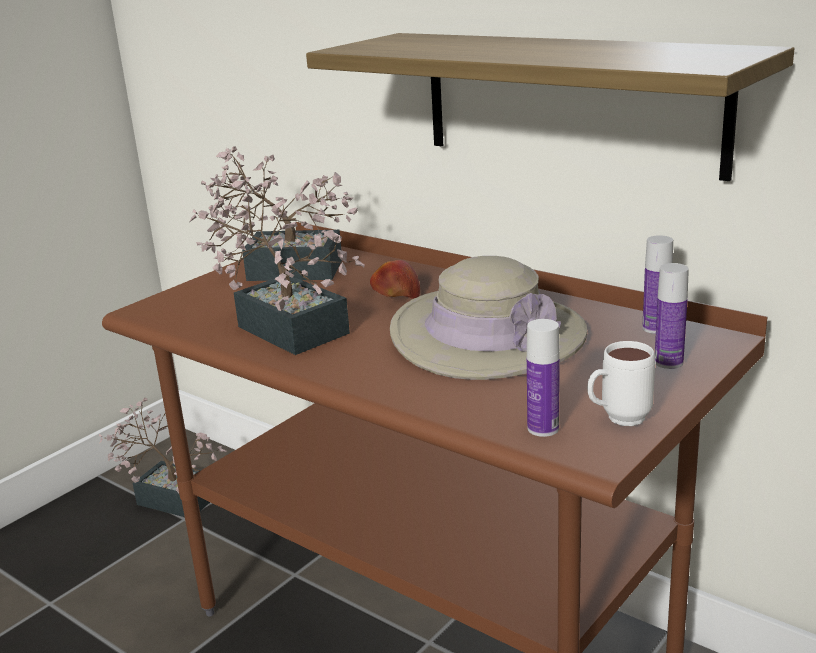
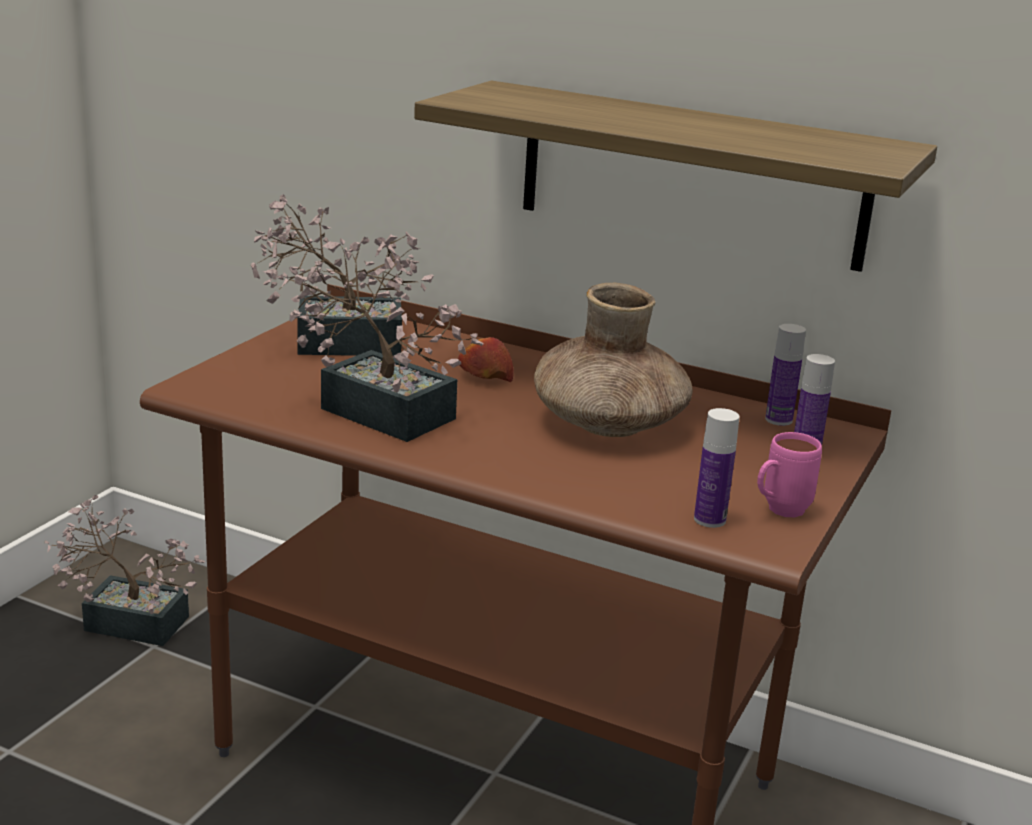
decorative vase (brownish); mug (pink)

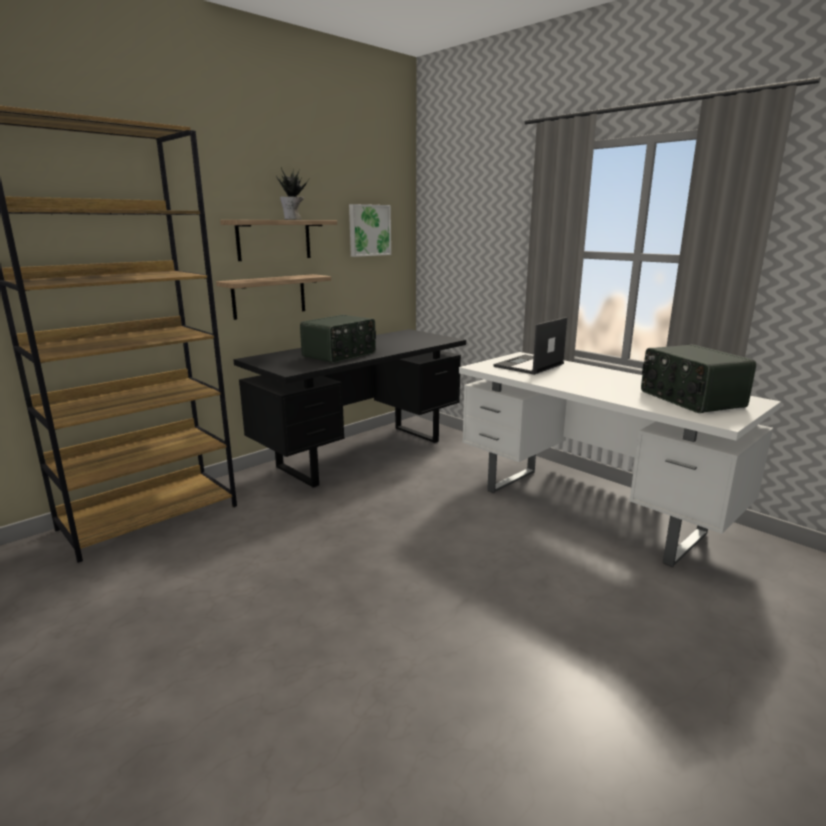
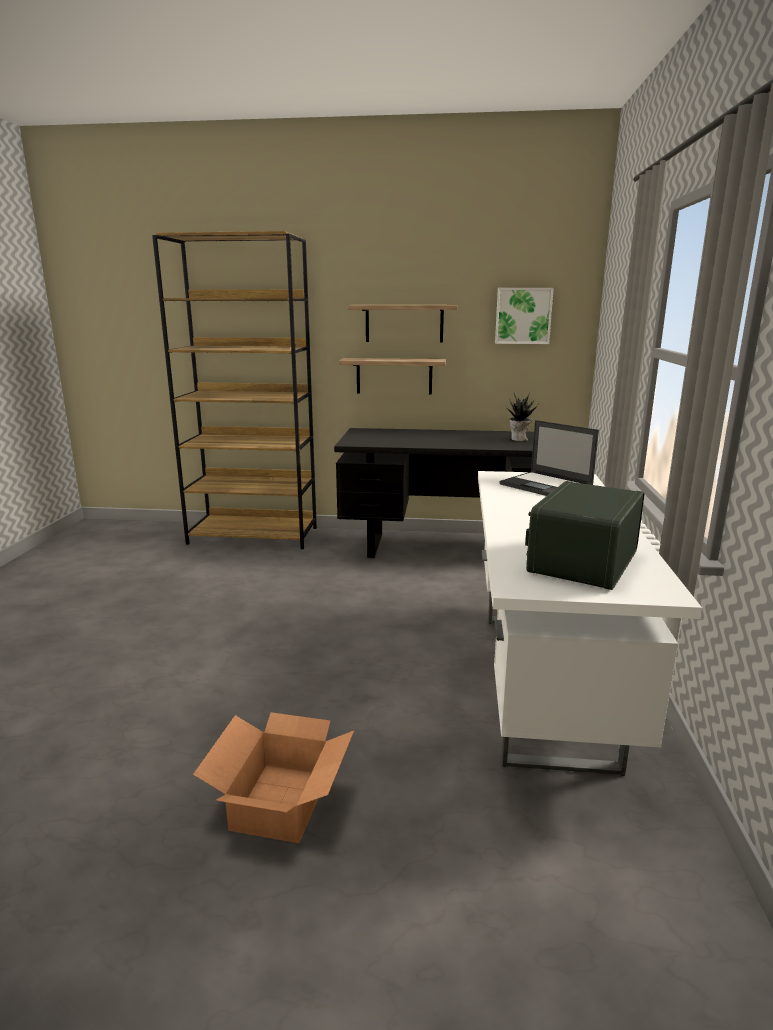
houseplant; radio receiver (1st from left in the first image); portable computer; cardboard box

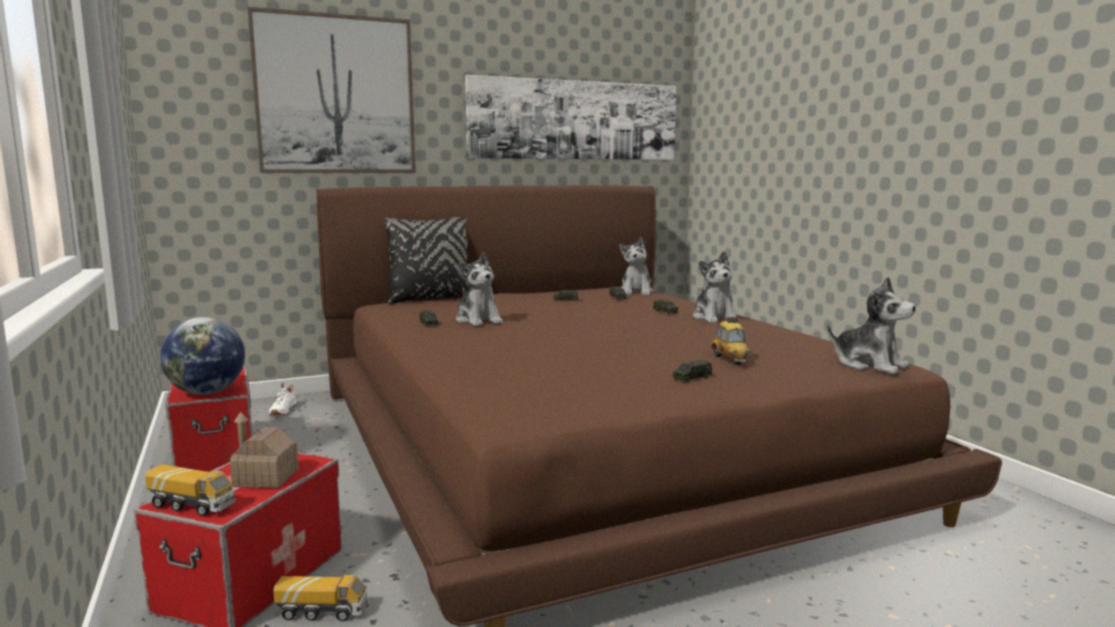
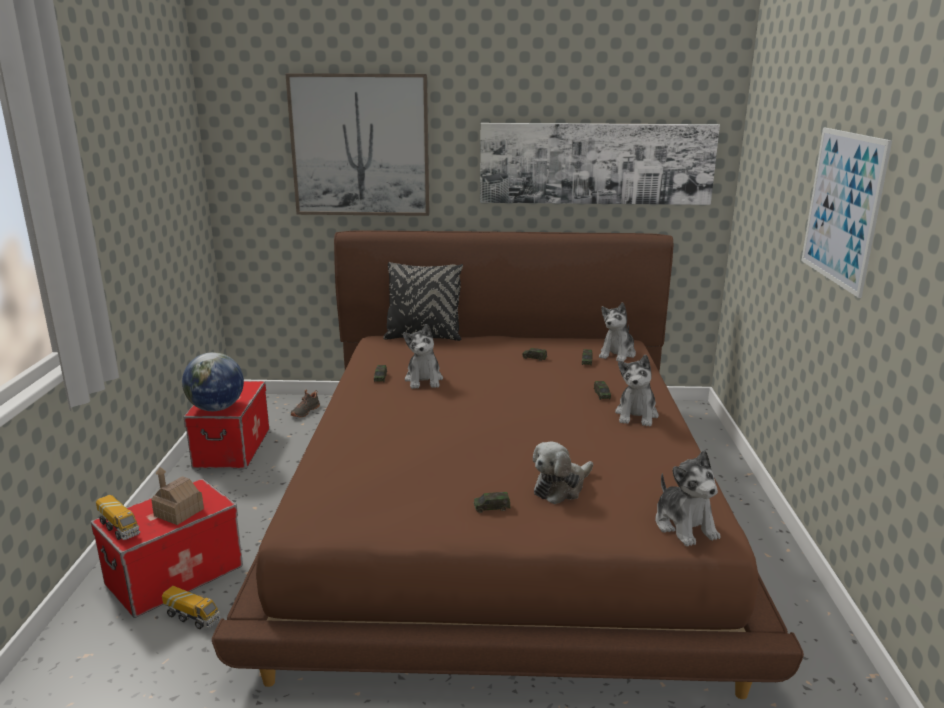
plush toy (2nd from left); item of footwear (blackish); wall art (3rd from left)

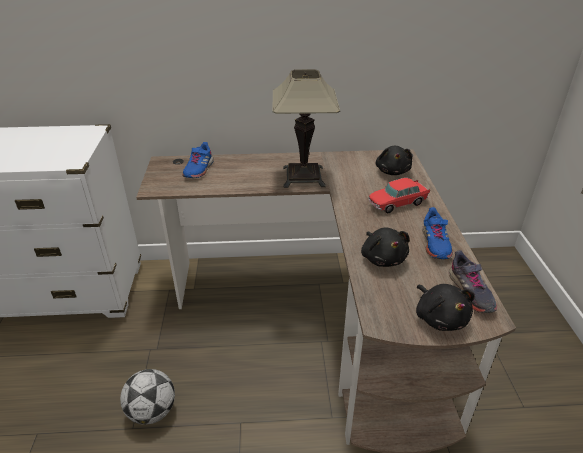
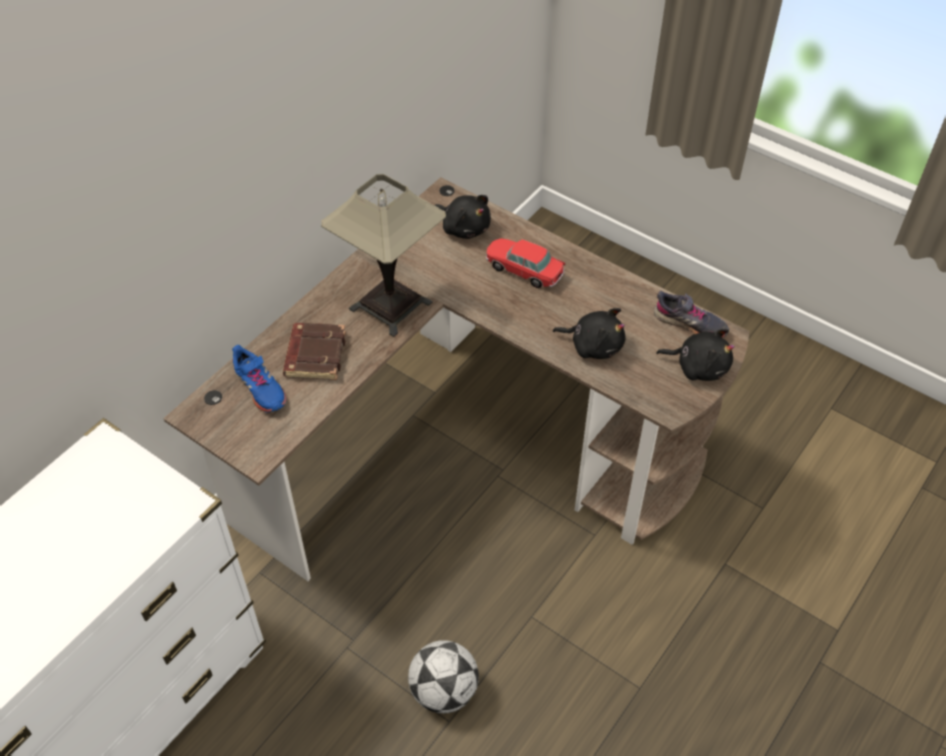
miniature car; item of footwear (bluish) (2nd from left in the first image); bound book (brownish)

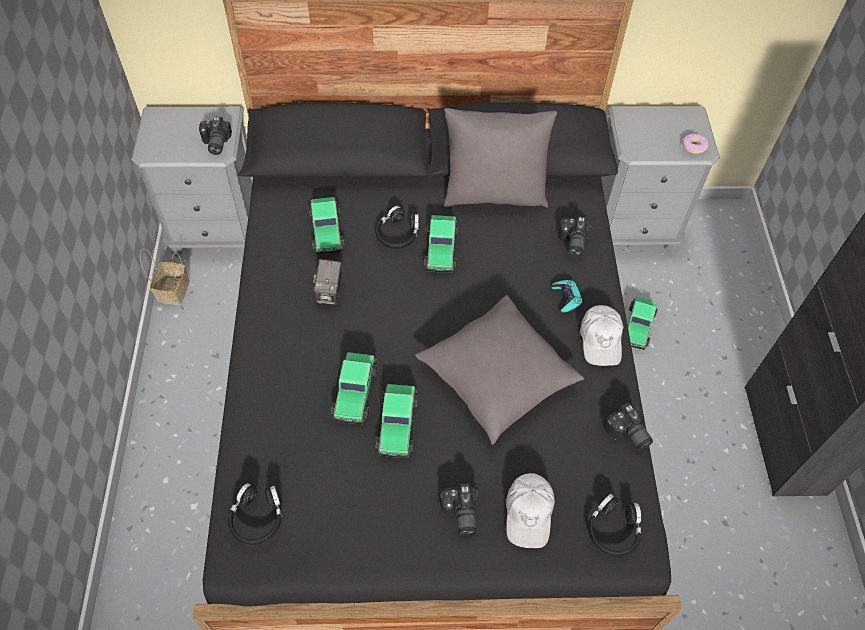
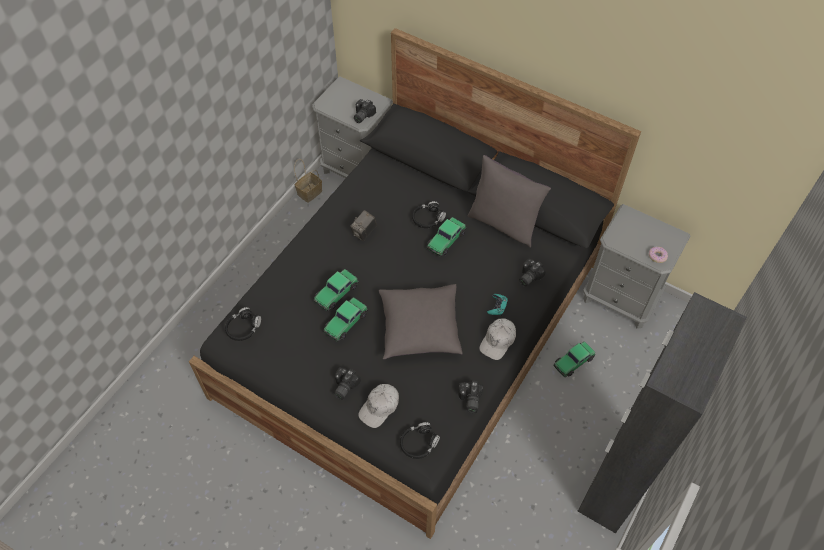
miniature car (1st from left in the first image)

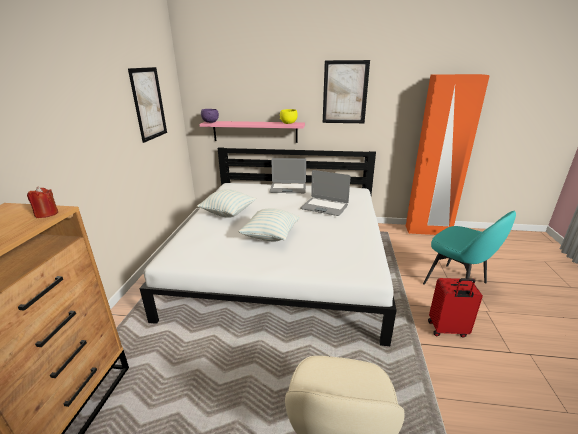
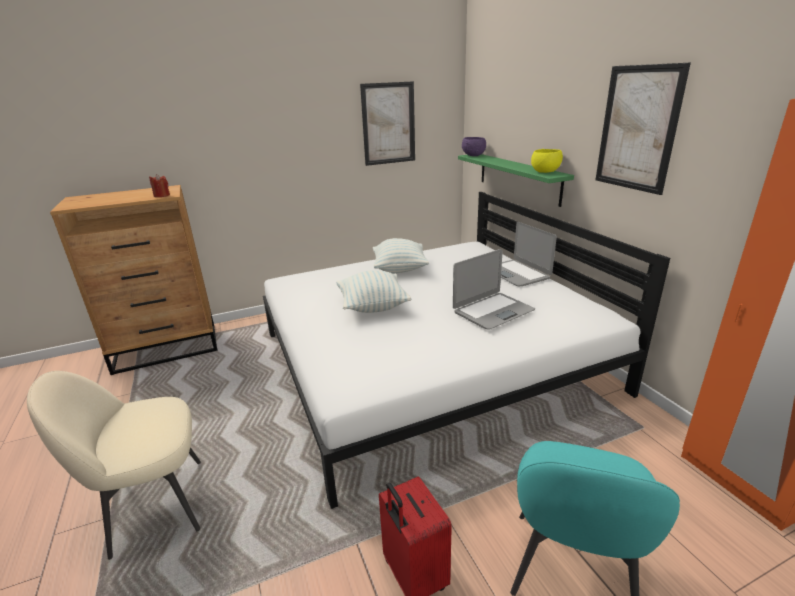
bracket shelf (green); portable computer (1st from left)

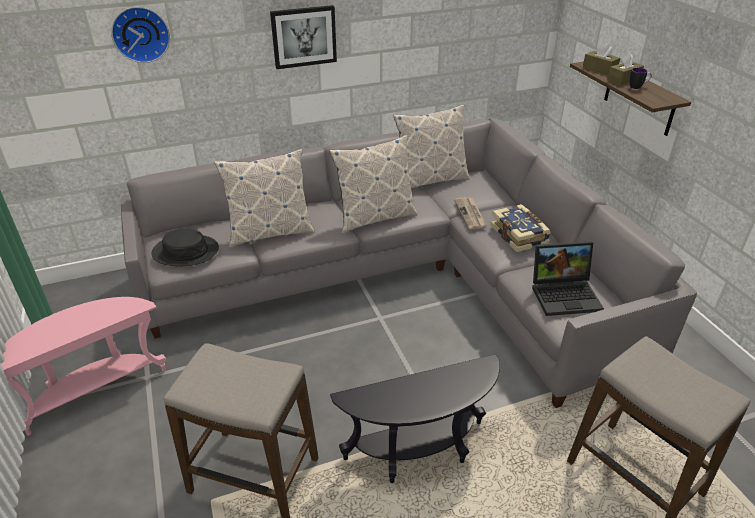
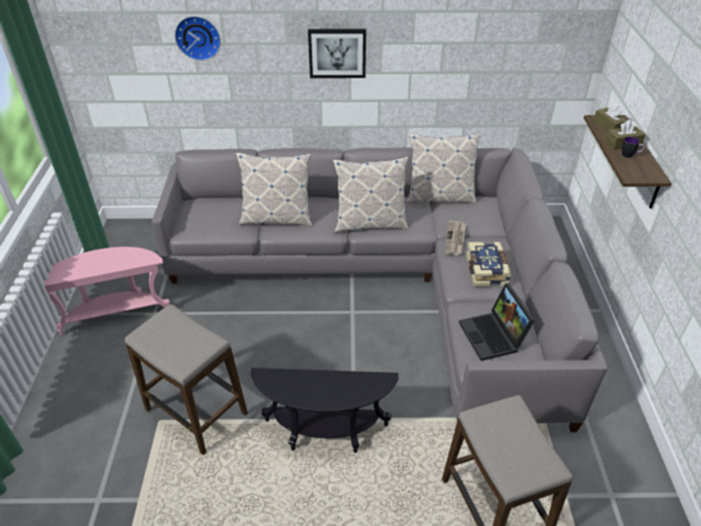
clothing hat (blackish); portable computer

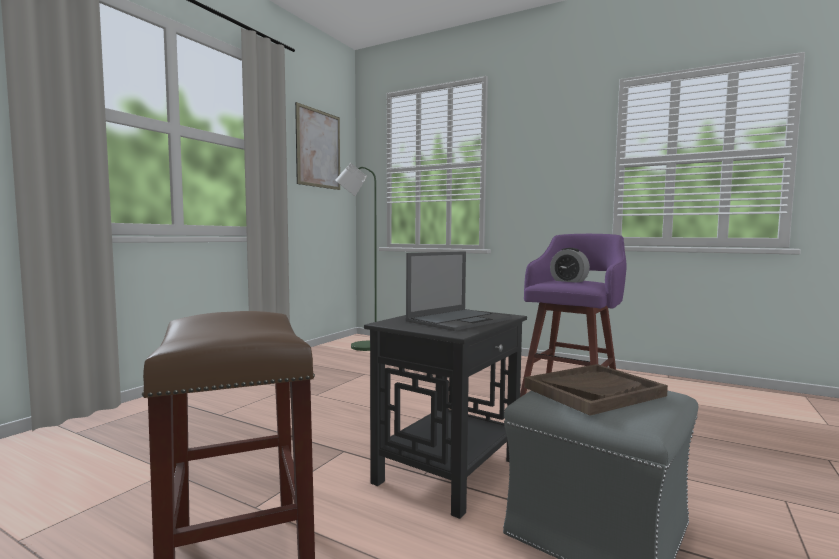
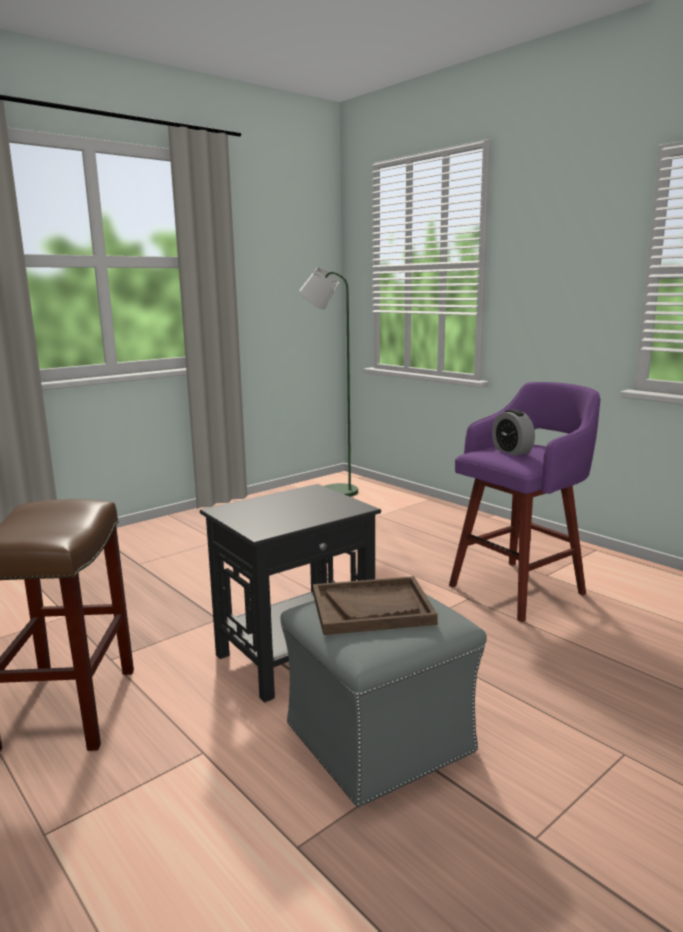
wall art; portable computer

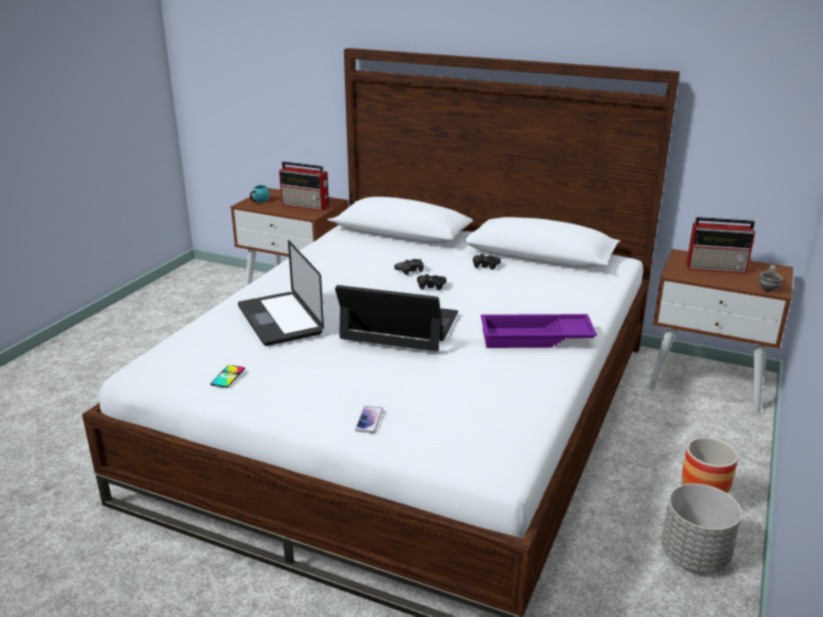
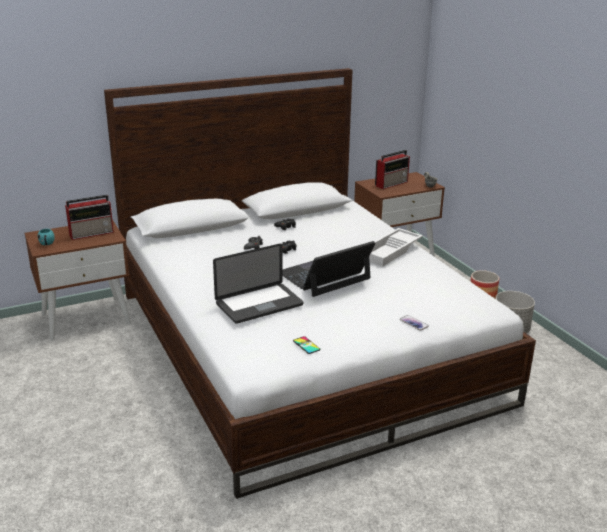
portable computer (1st from left); carrying tray (whitish)

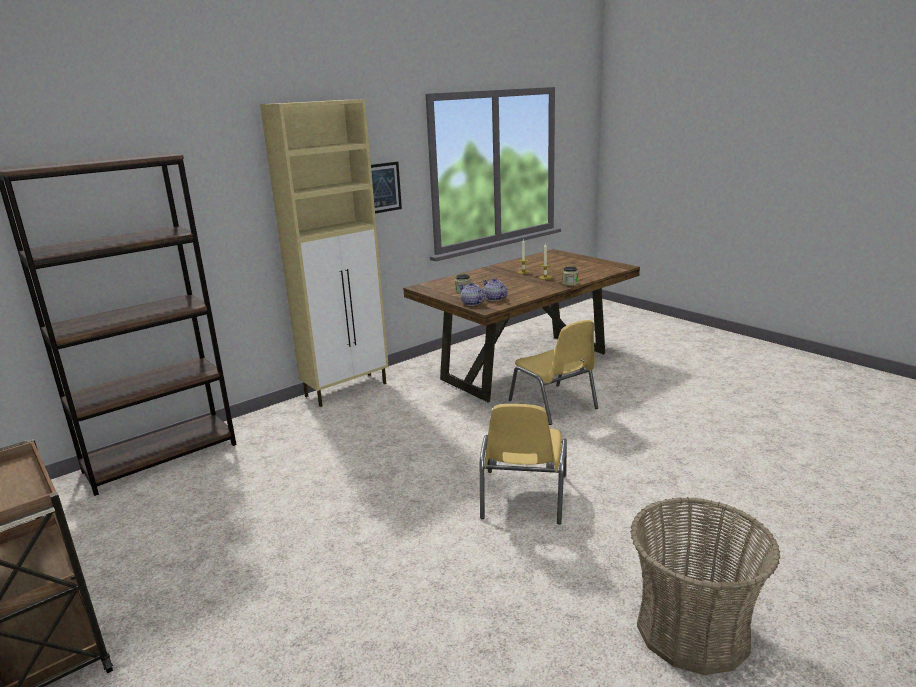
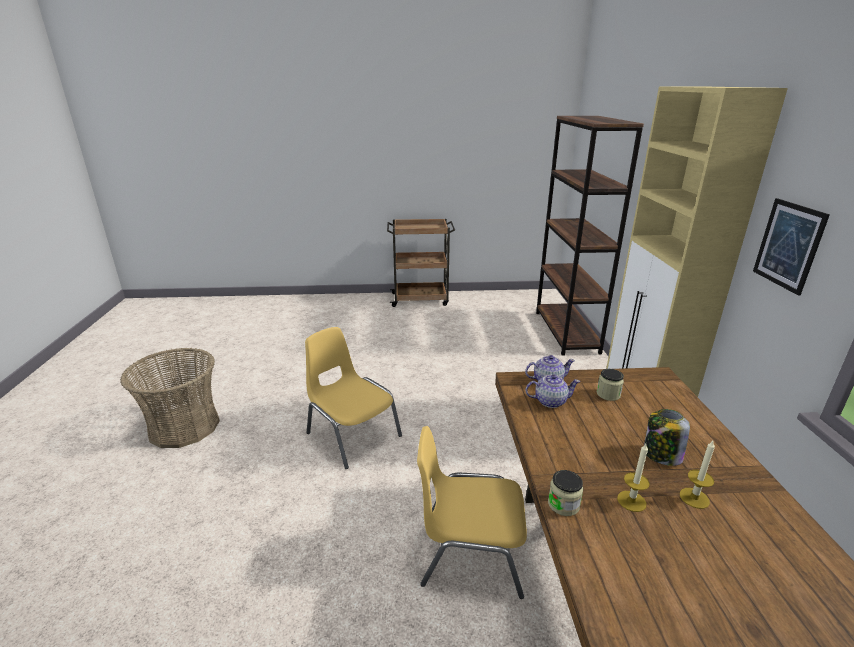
storage jar (3rd from left)

